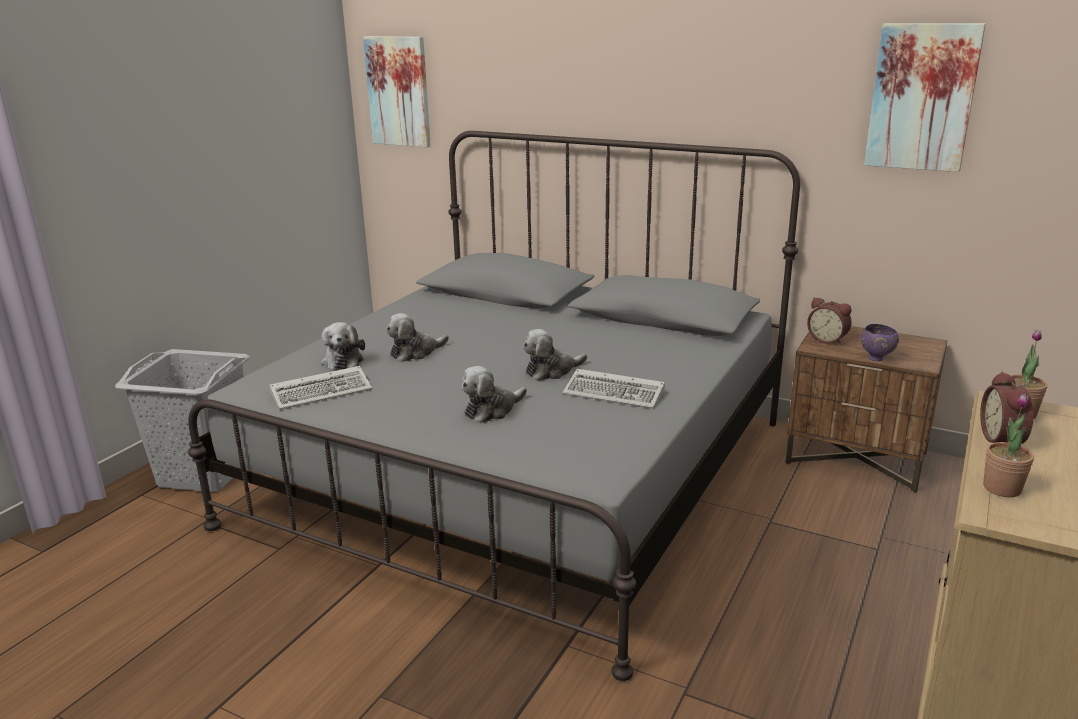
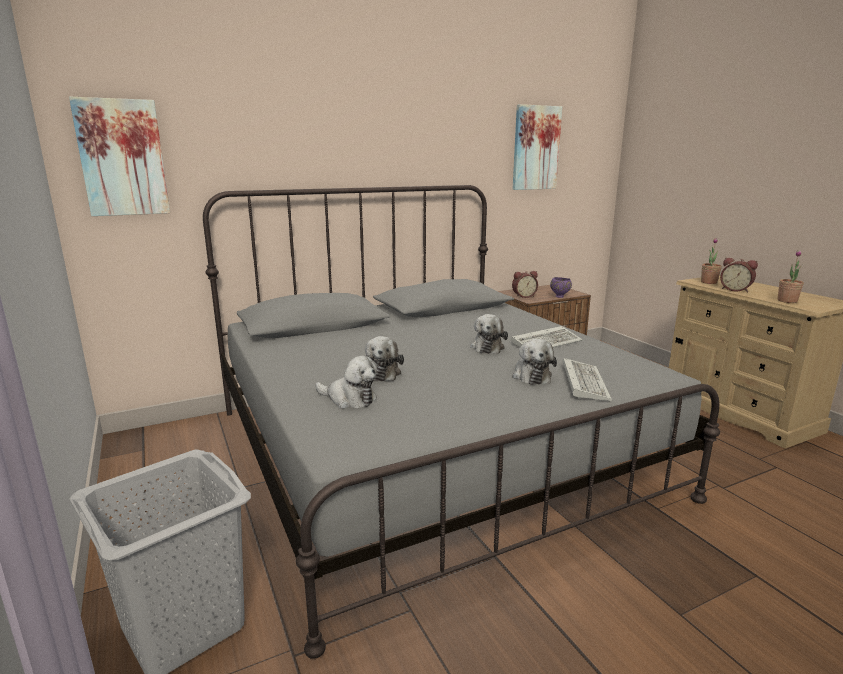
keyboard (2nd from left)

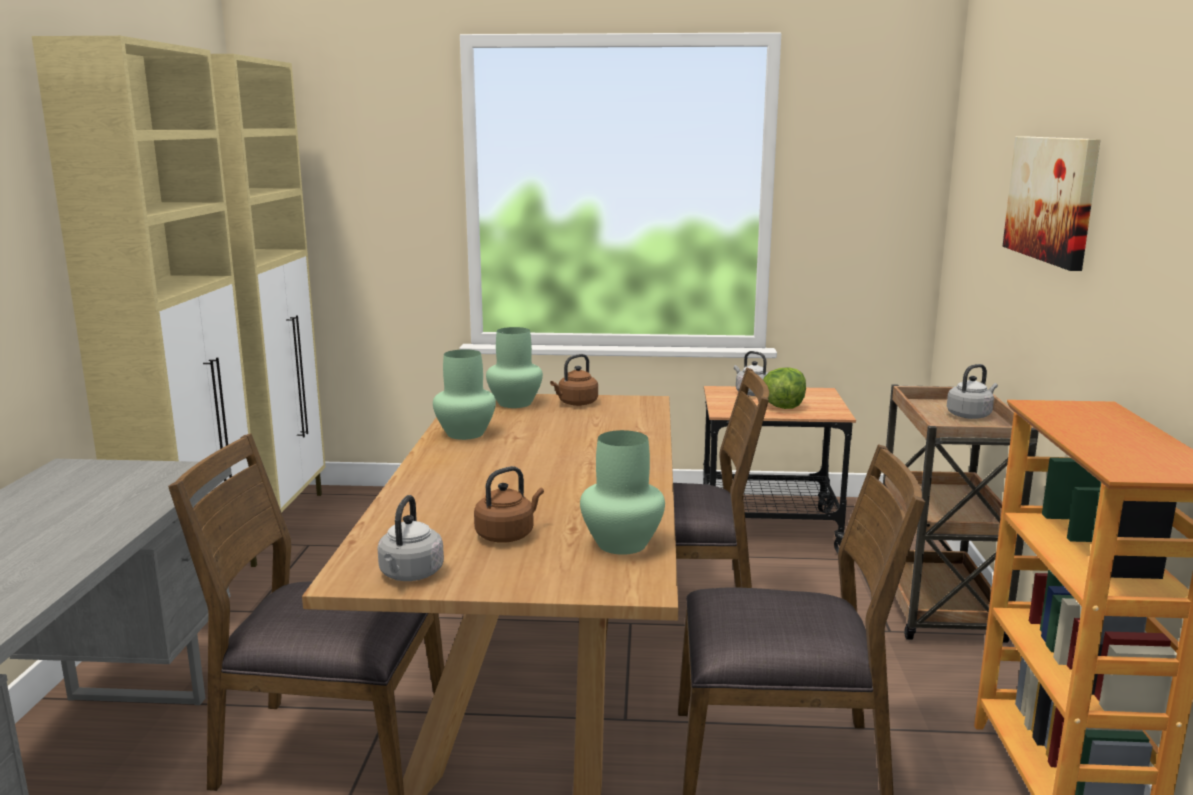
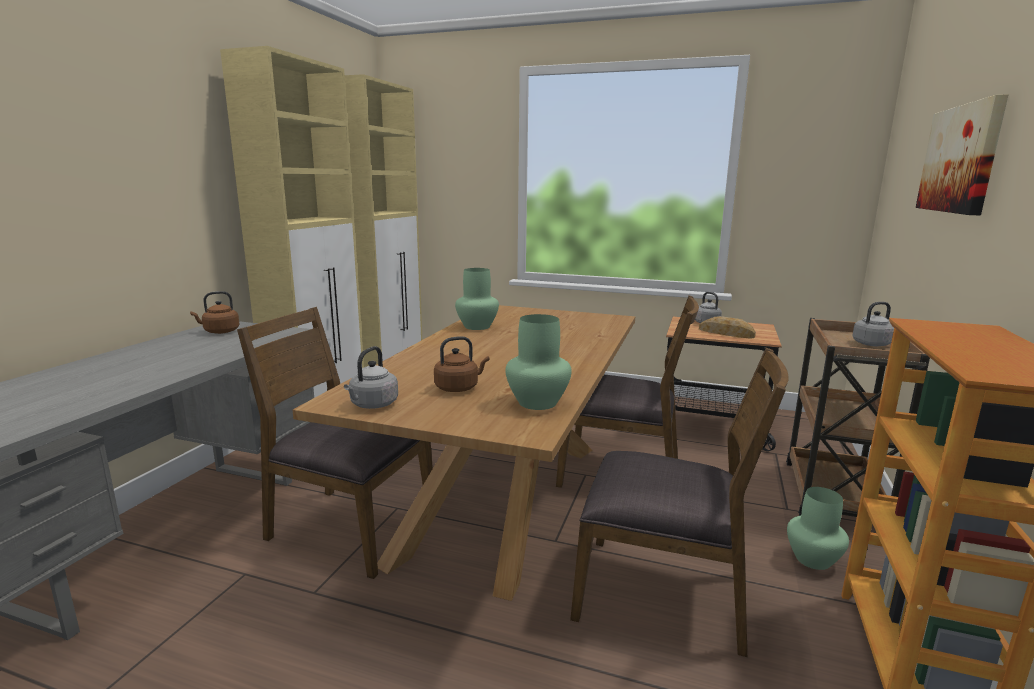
decorative vase (green) (3rd from left); tea kettle (brownish) (1st from left); bread

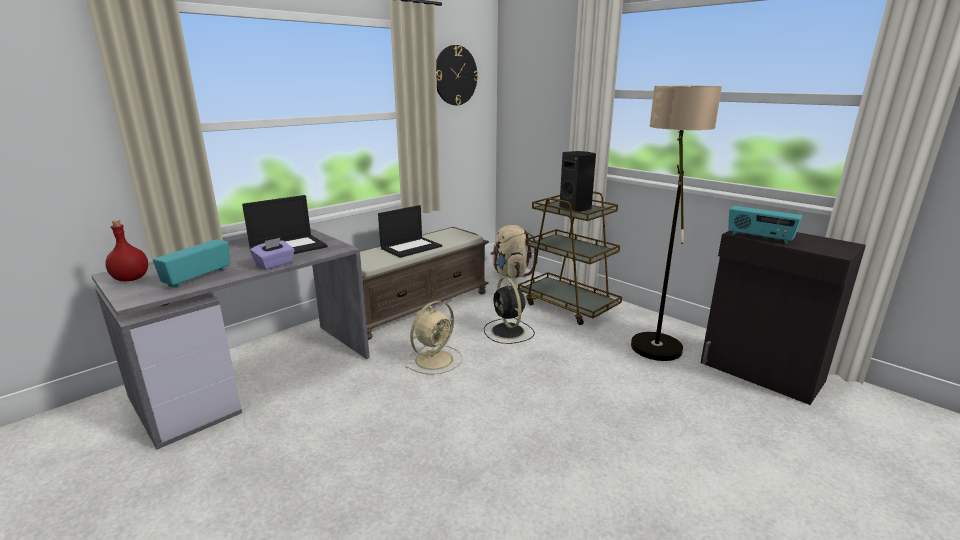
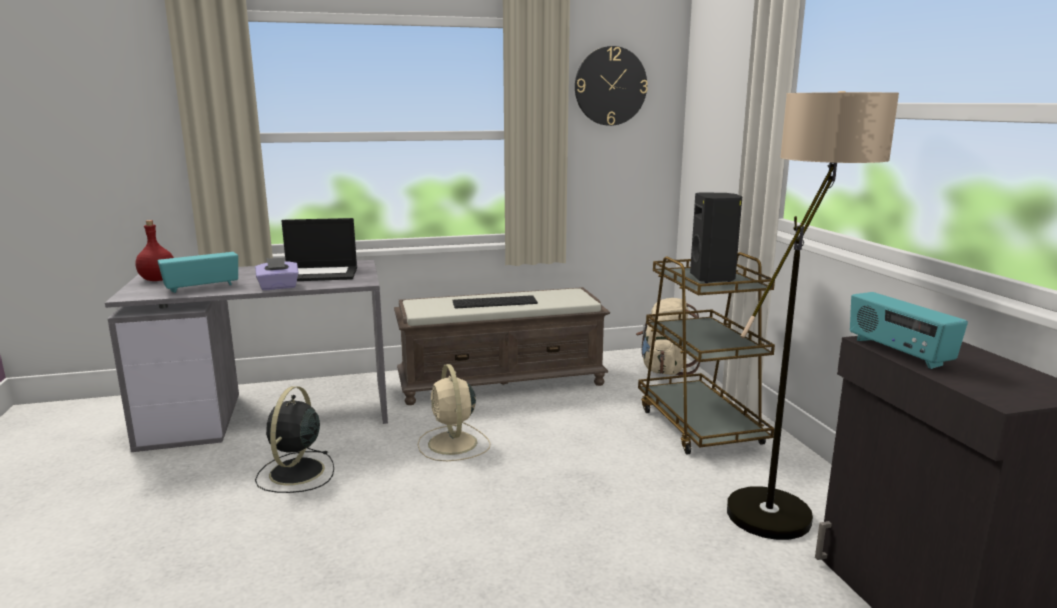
keyboard; cooling fan (blackish); cooling fan (beige)

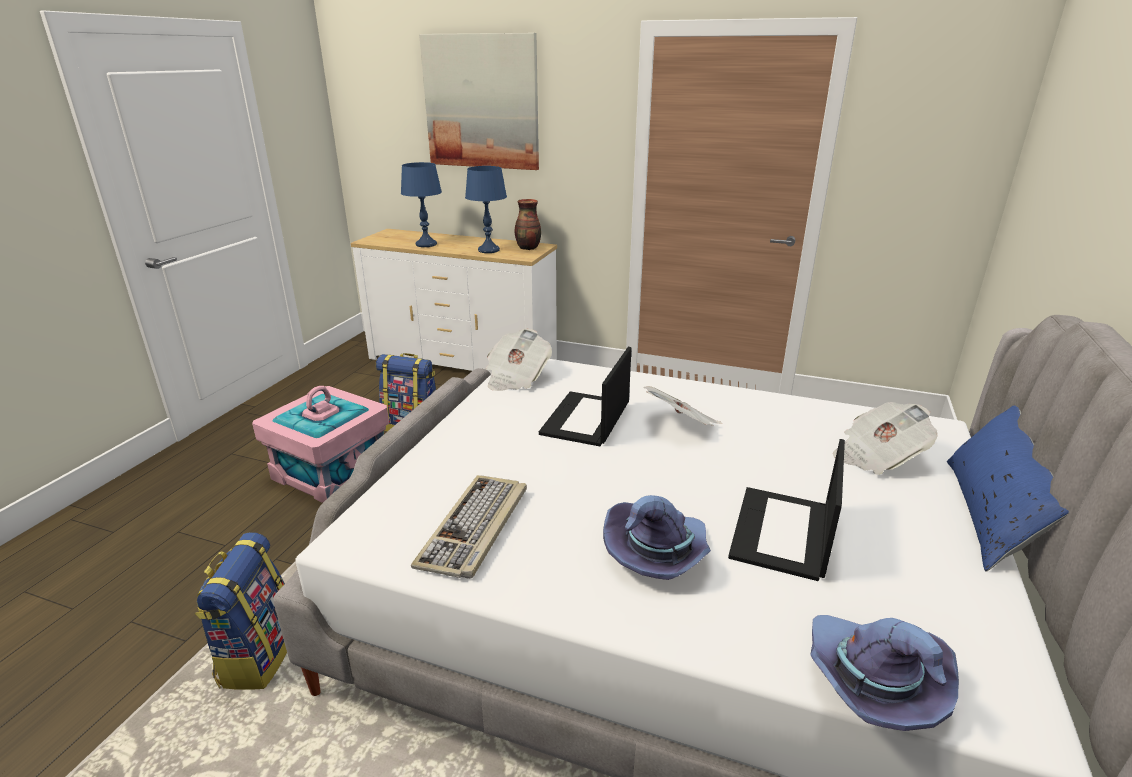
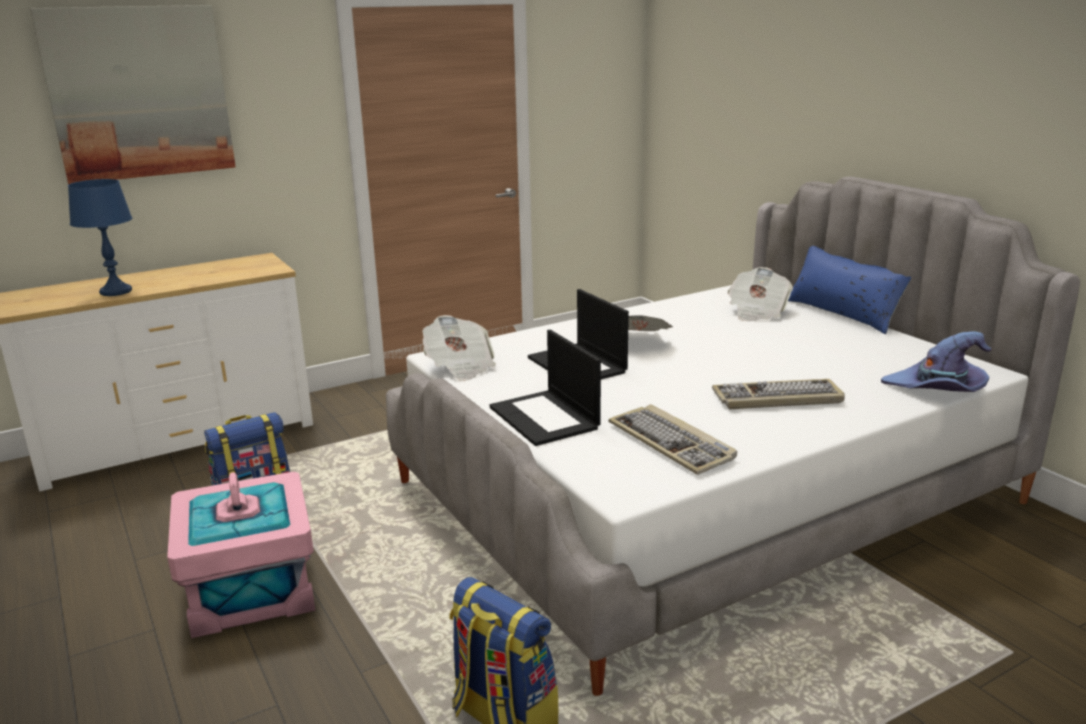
lamp for a table (bluish) (2nd from left in the first image); decorative vase; portable computer (1st from left); keyboard (2nd from left)

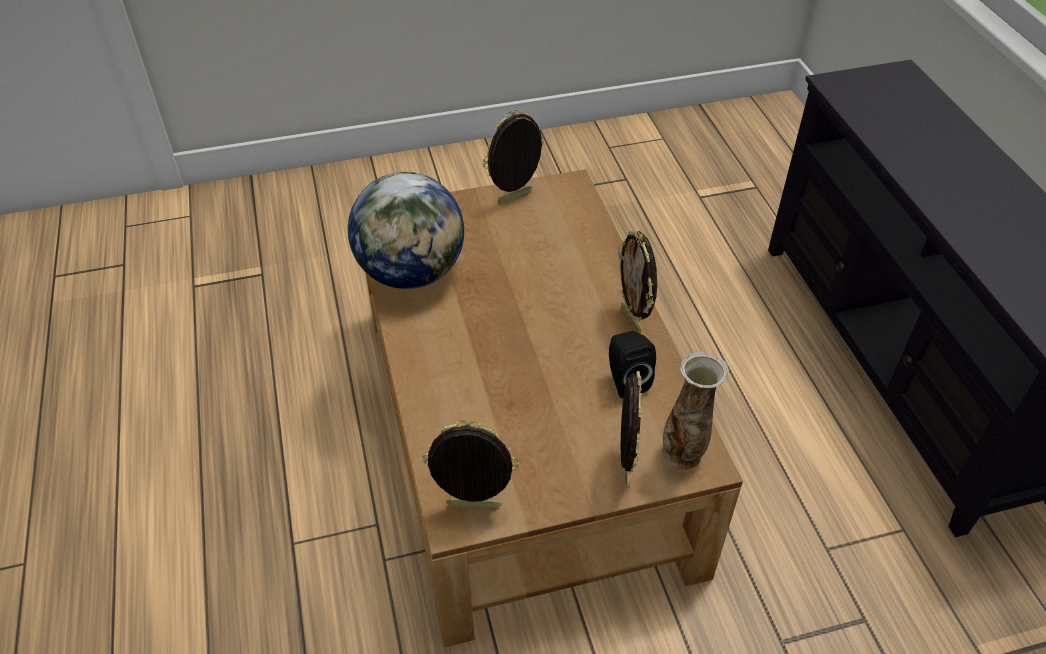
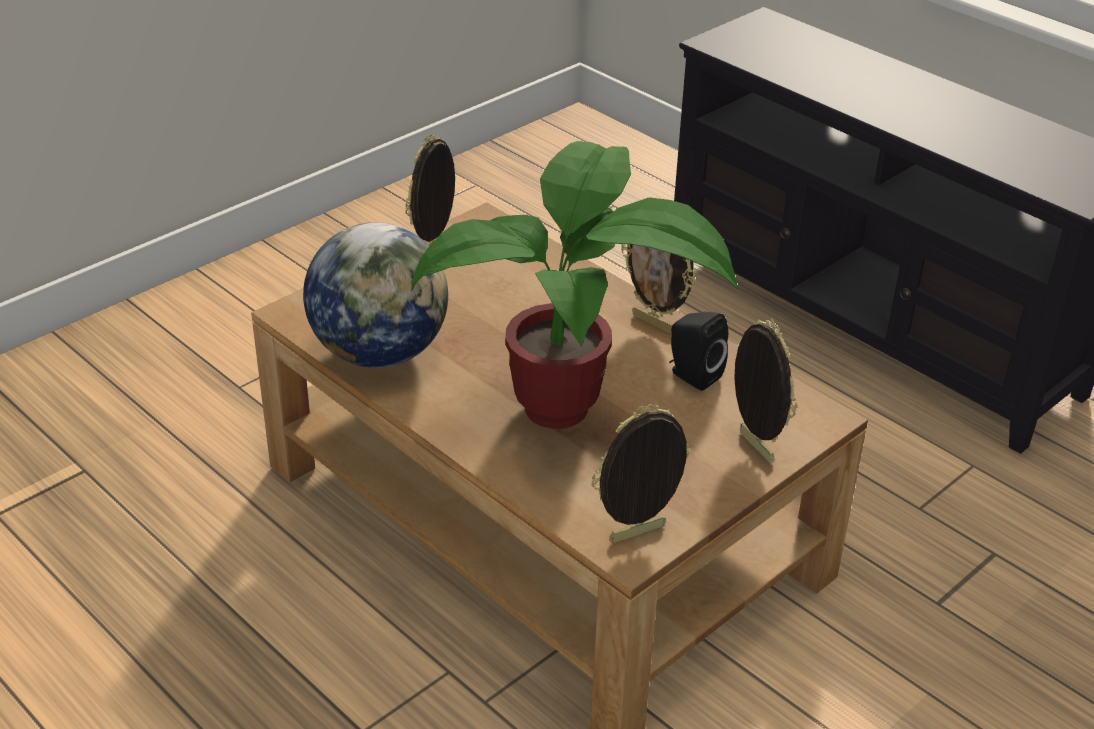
decorative vase; houseplant

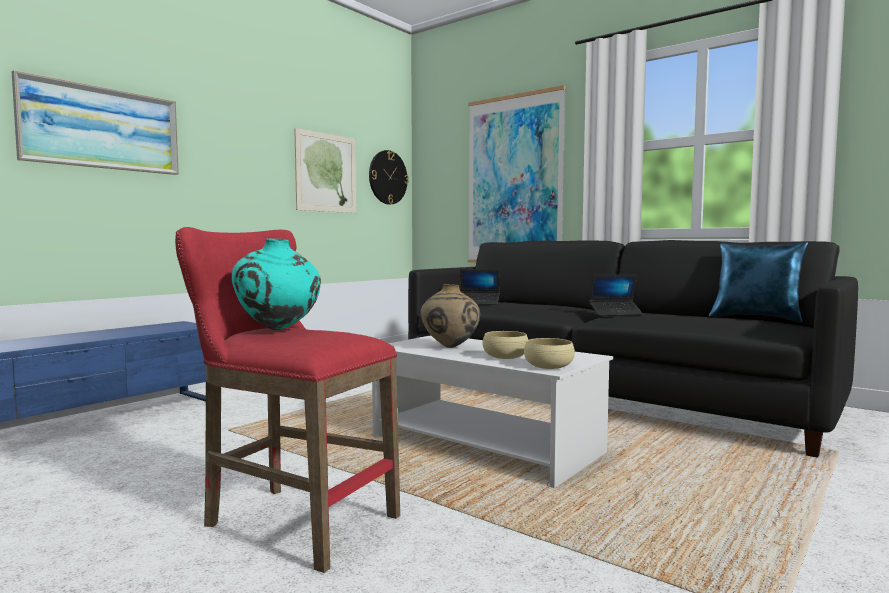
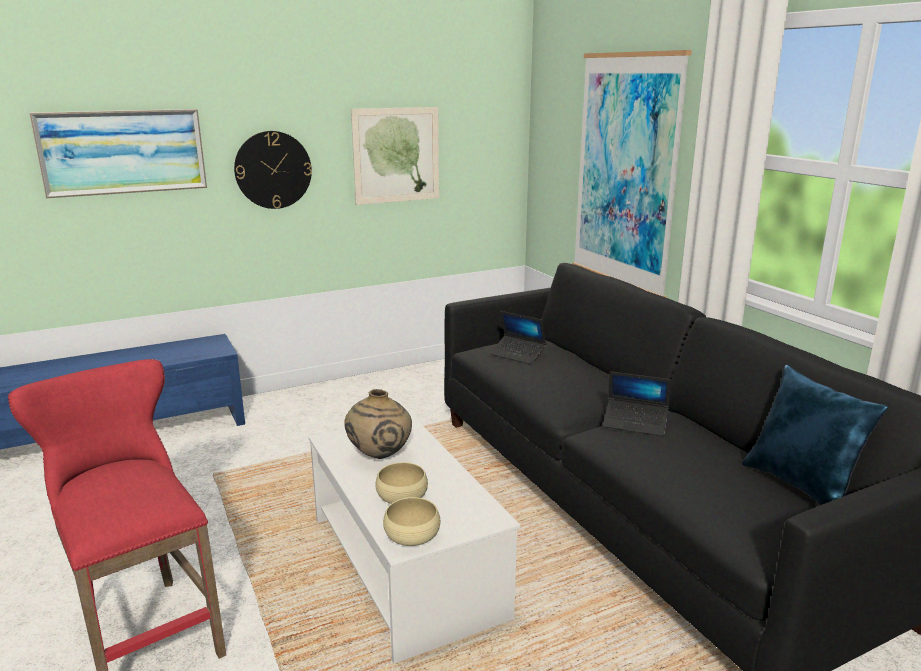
wall clock; decorative vase (turquoise-coloured)

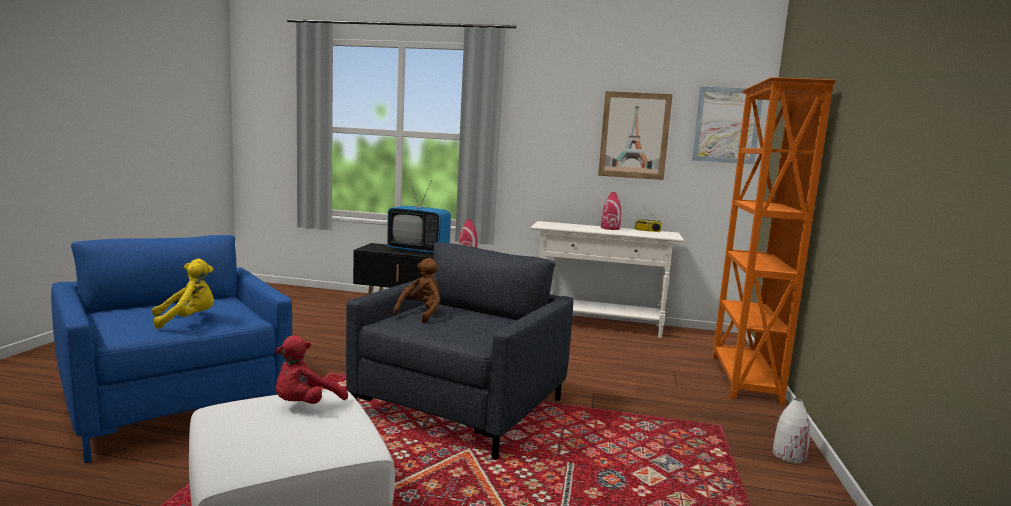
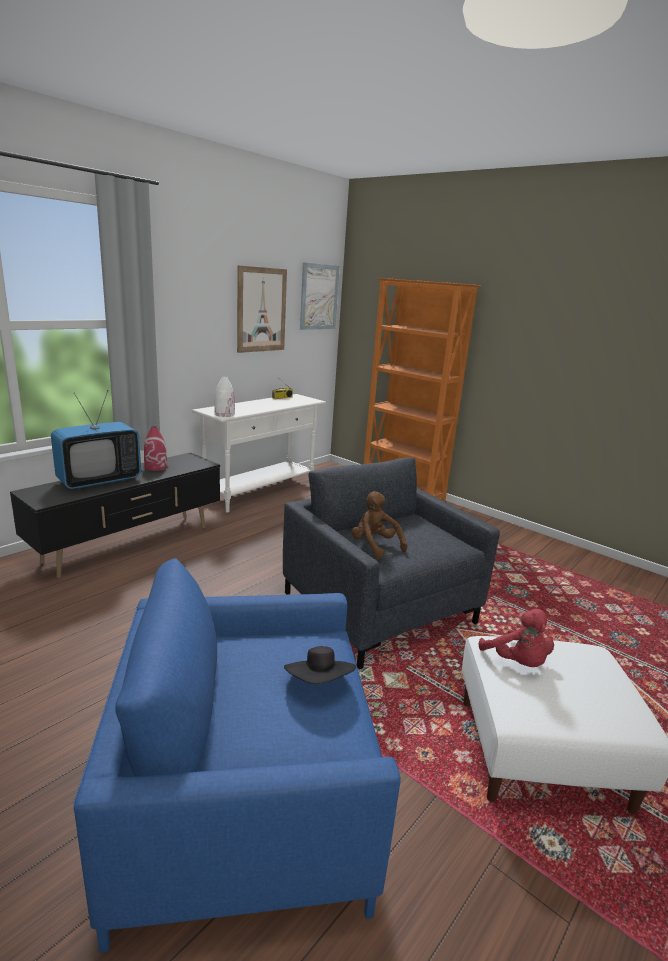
decorative vase (reddish) (2nd from left in the first image); clothing hat (blackish); decorative vase (whitish)

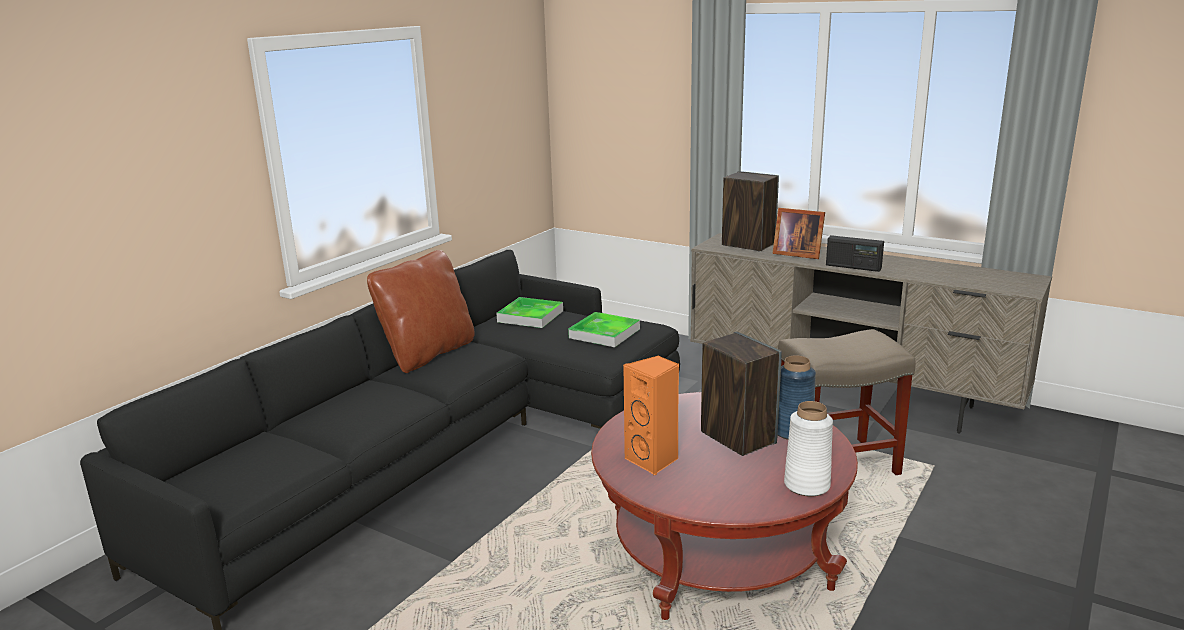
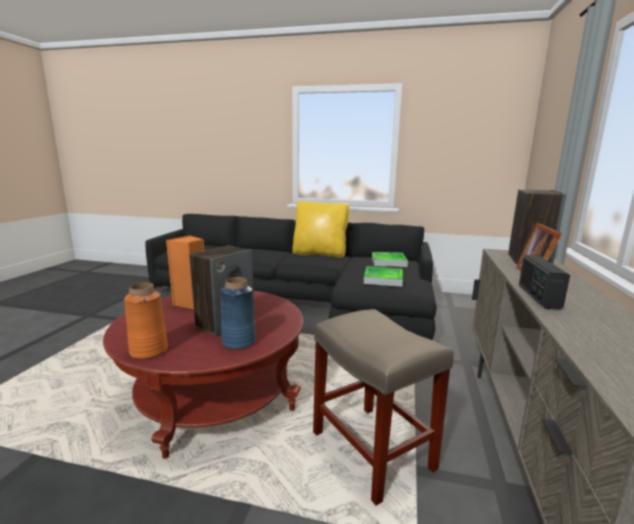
throw pillow (yellowish); decorative vase (orangey)

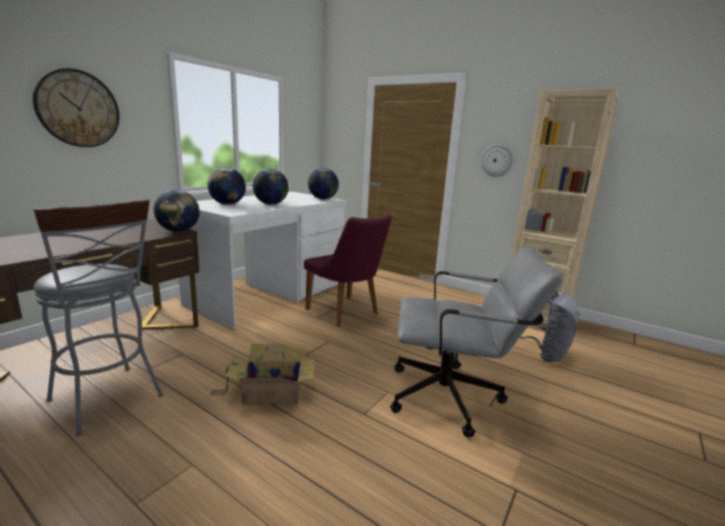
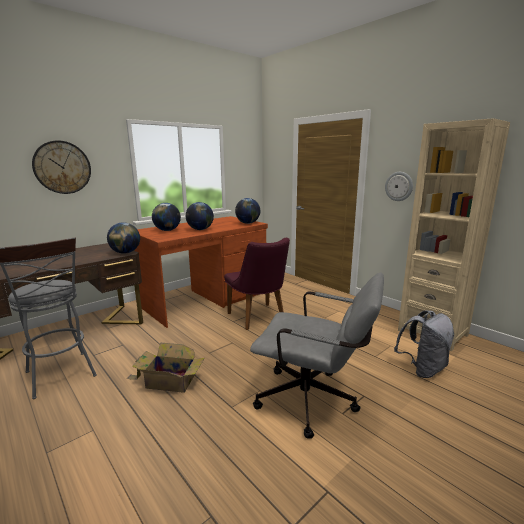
desk (brownish) (2nd from left)

